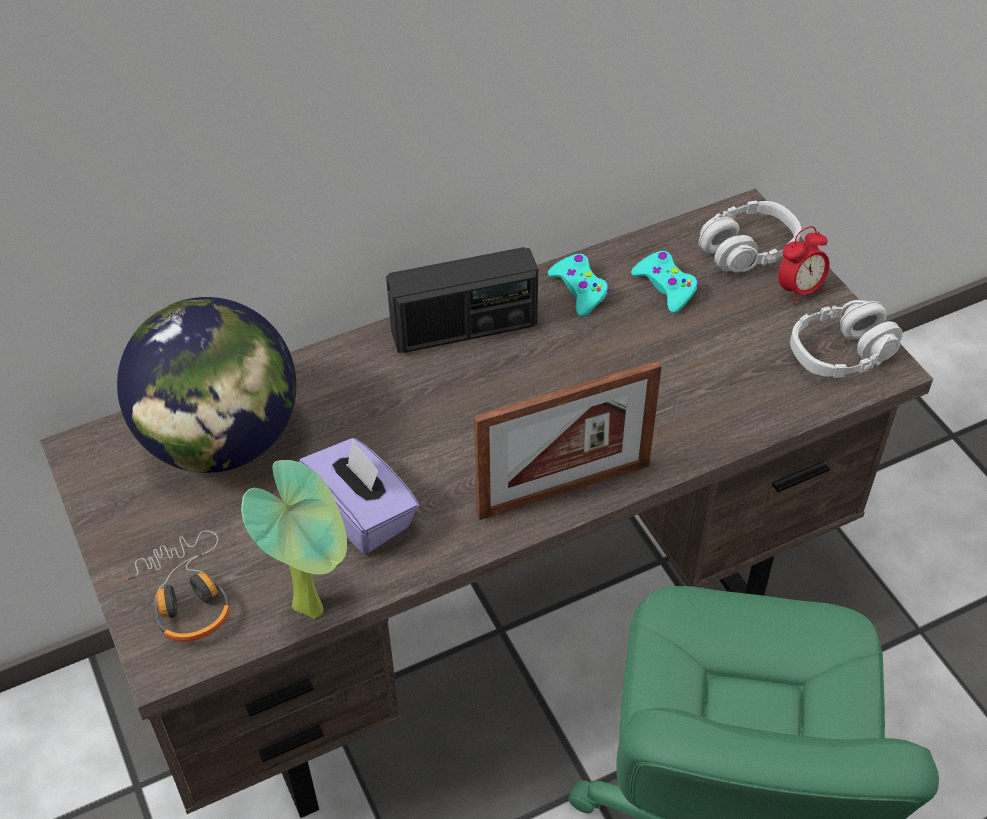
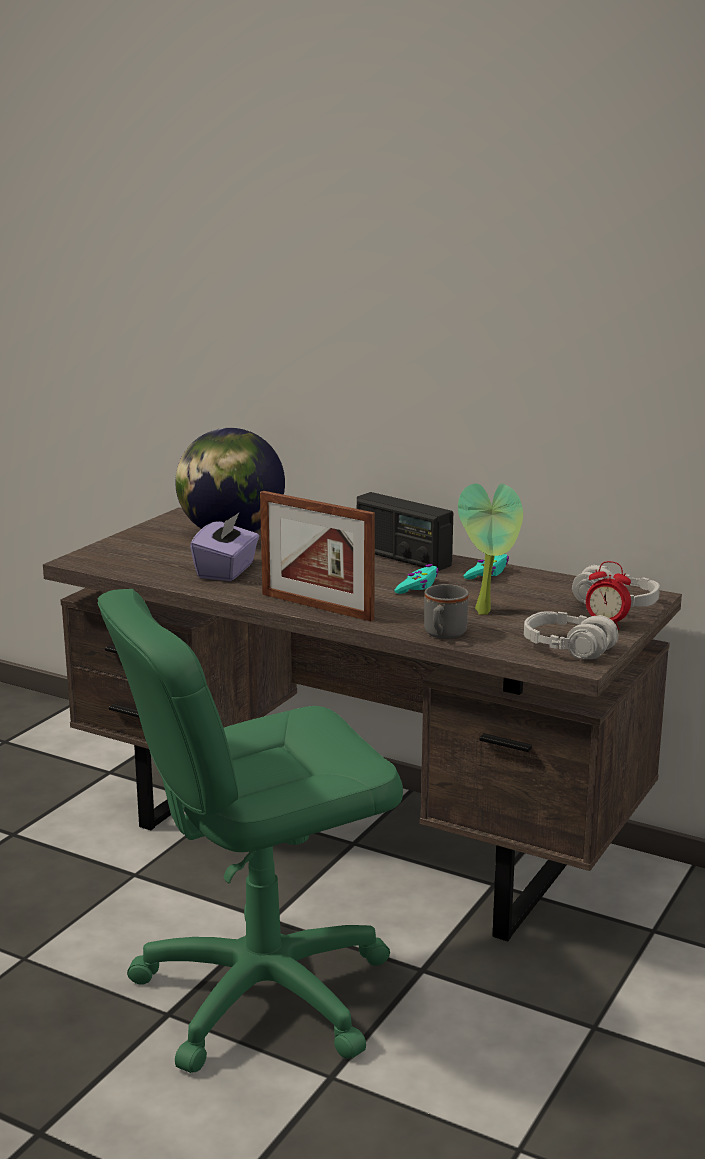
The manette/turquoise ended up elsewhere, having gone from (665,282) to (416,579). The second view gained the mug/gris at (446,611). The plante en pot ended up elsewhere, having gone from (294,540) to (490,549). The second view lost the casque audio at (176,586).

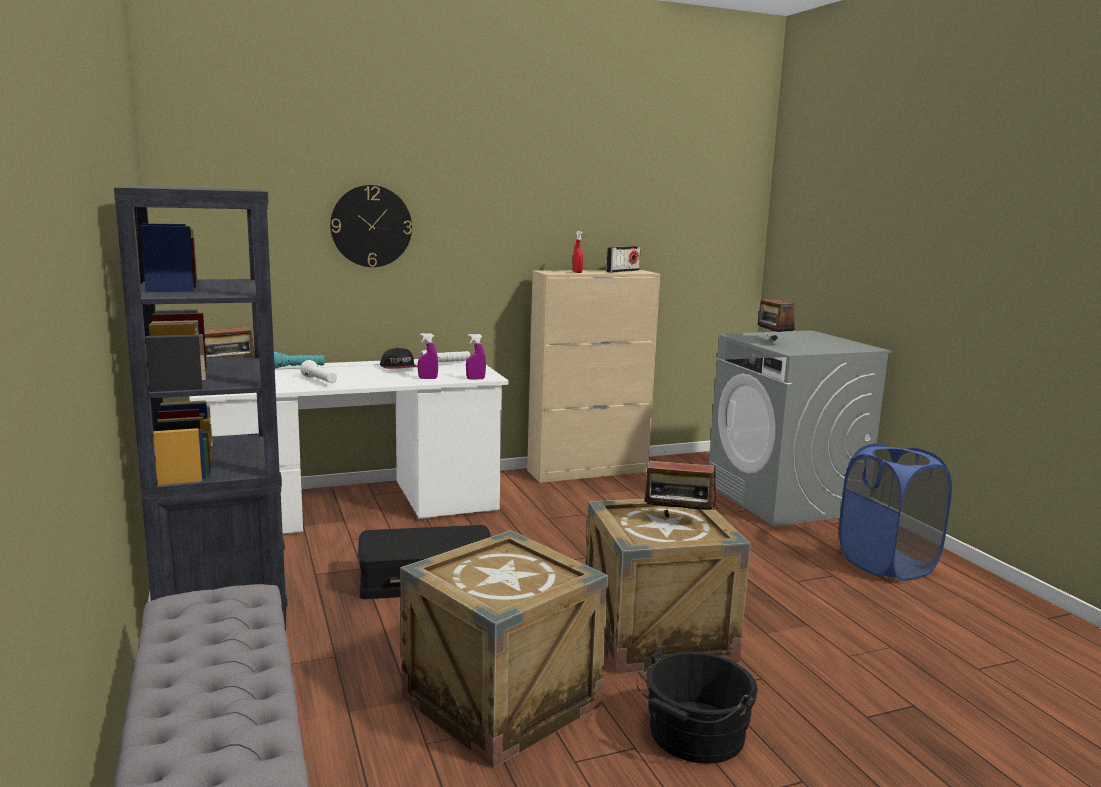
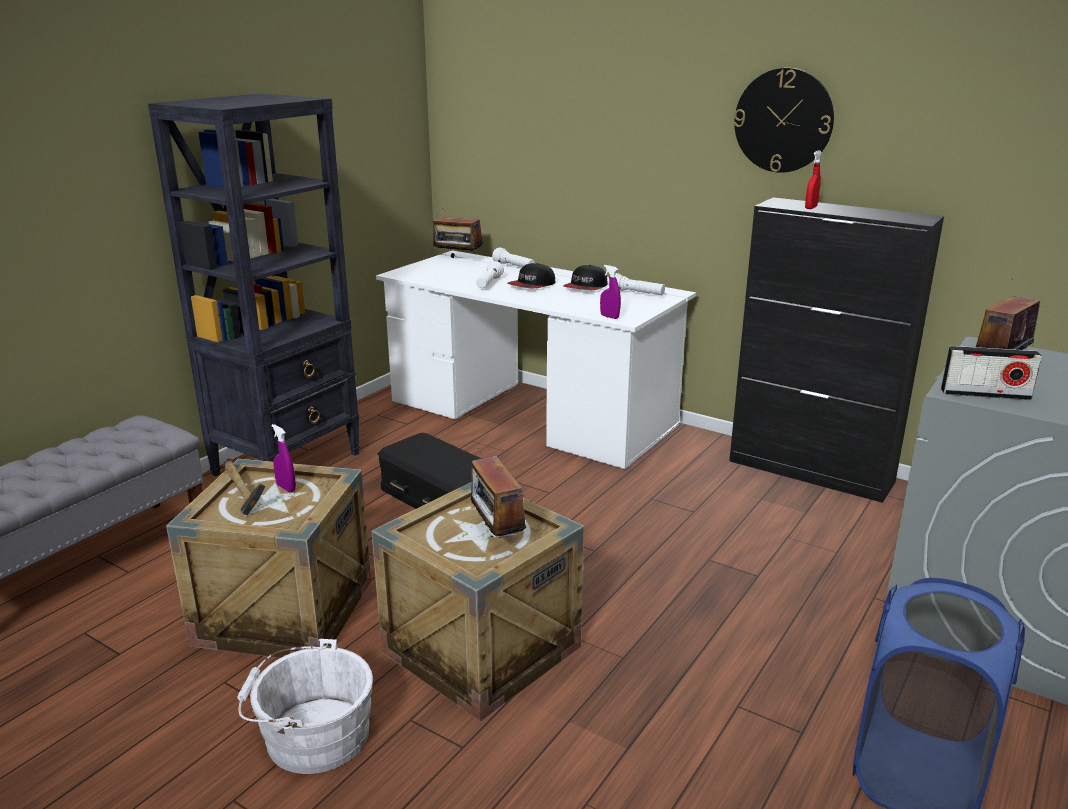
The second view gained the marteau at (244,486). What was the seau/noir at (697,706) turned into the seau/blanc at (305,706). The vaporisateur/violet ended up elsewhere, having gone from (428,356) to (283,458). What was the lampe de poche/turquoise at (299,360) turned into the lampe de poche/blanc at (513,257). The second view gained the casquette at (531,275). What was the meuble de rangement/beige at (593,376) turned into the meuble de rangement/noir at (836,350). The horloge murale ended up elsewhere, having gone from (371,226) to (784,120). The radio ended up elsewhere, having gone from (623,259) to (991,373).

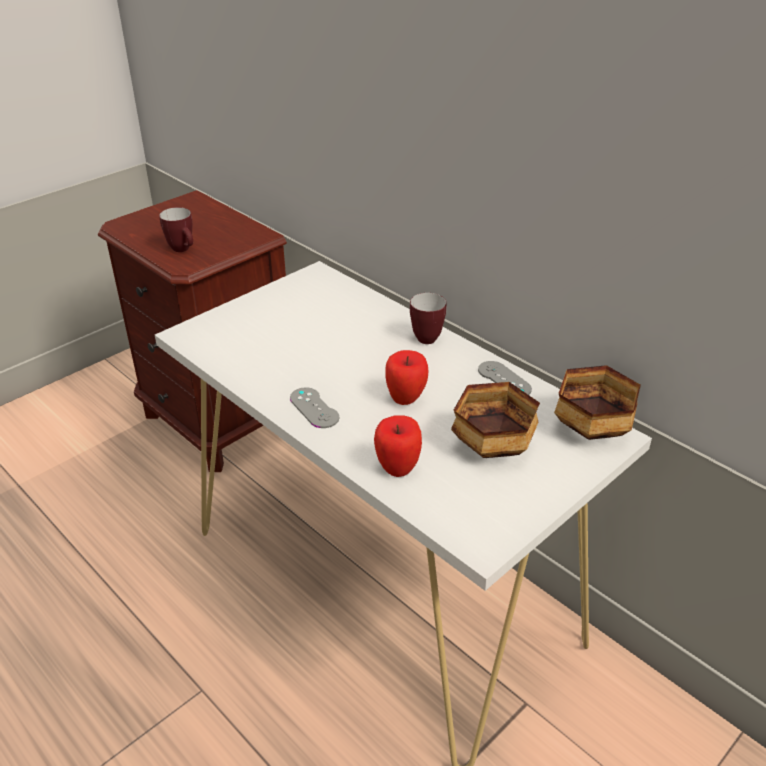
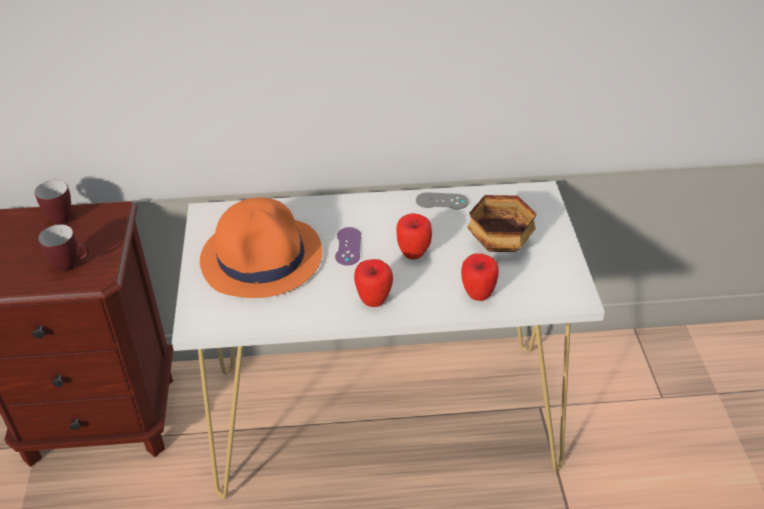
The mug ended up elsewhere, having gone from (428,318) to (53,202). The second view gained the chapeau/orange at (261,247). The second view gained the manette/violet at (348,246). Where the manette/gris stood at (314,407), the pomme came to stand at (373,283). The second view lost the bol at (597,402).

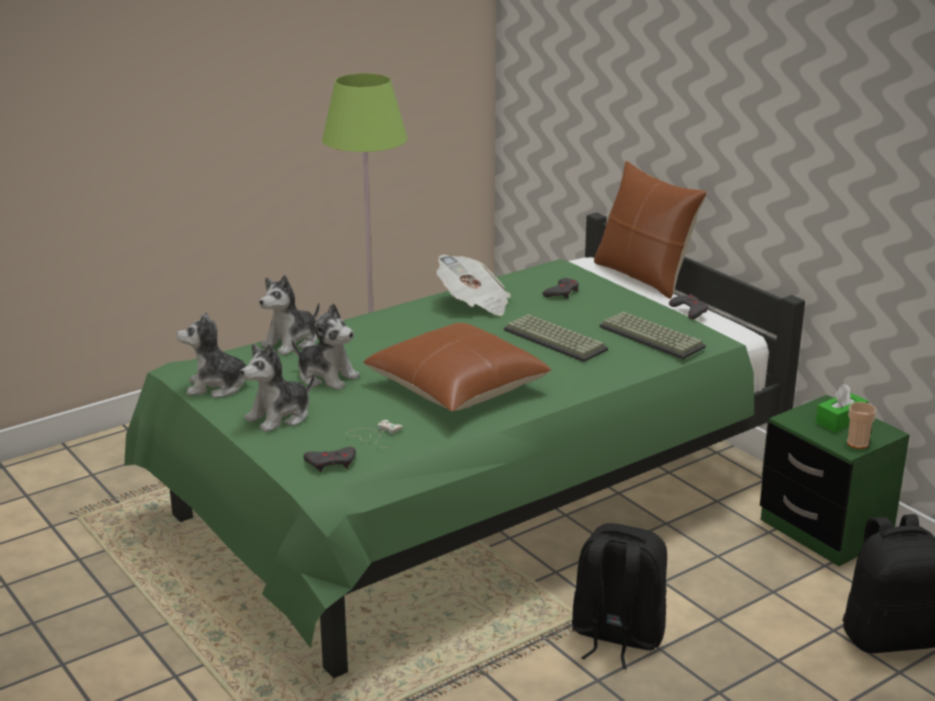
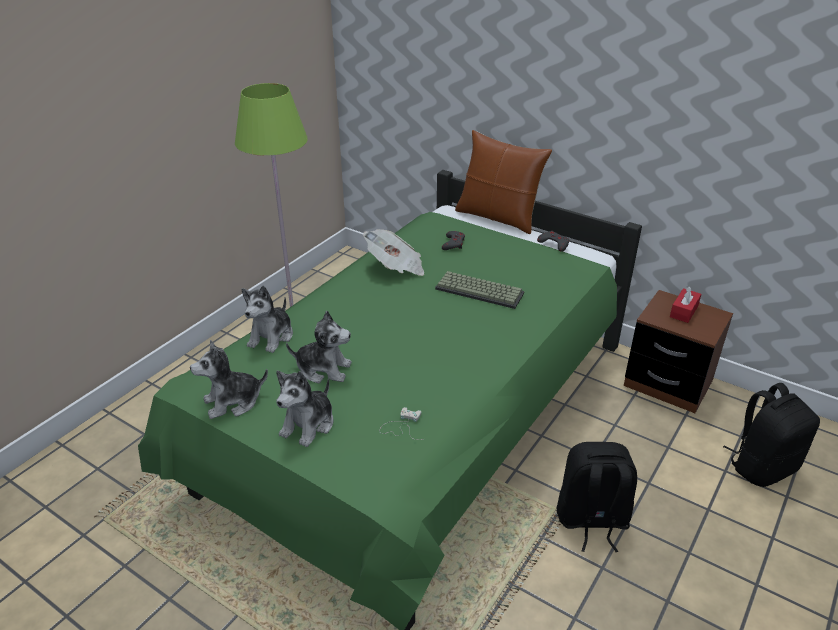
What was the table de chevet/vert at (835,480) turned into the table de chevet/marron at (678,351). What was the boîte à mouchoirs/vert at (842,408) turned into the boîte à mouchoirs/rouge at (685,304). The second view lost the manette/gris at (329,459). The second view lost the coussin/marron at (457,367). The second view lost the clavier at (653,335). The second view lost the tasse at (861,425).

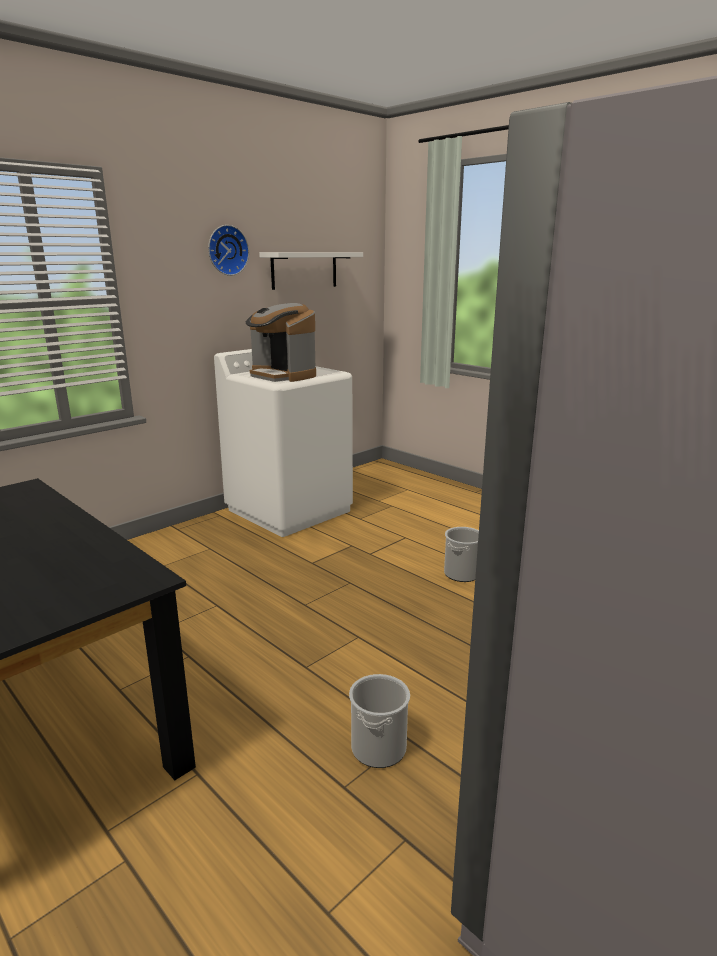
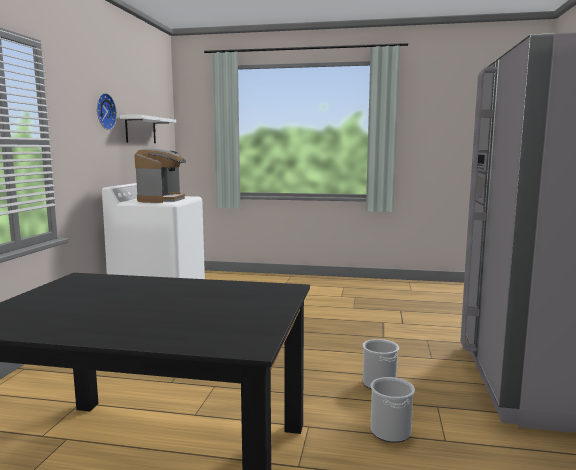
The machine à café at (281,342) ended up facing another way, 90 degrees counterclockwise from before. The seau ended up elsewhere, having gone from (461,554) to (393,410).

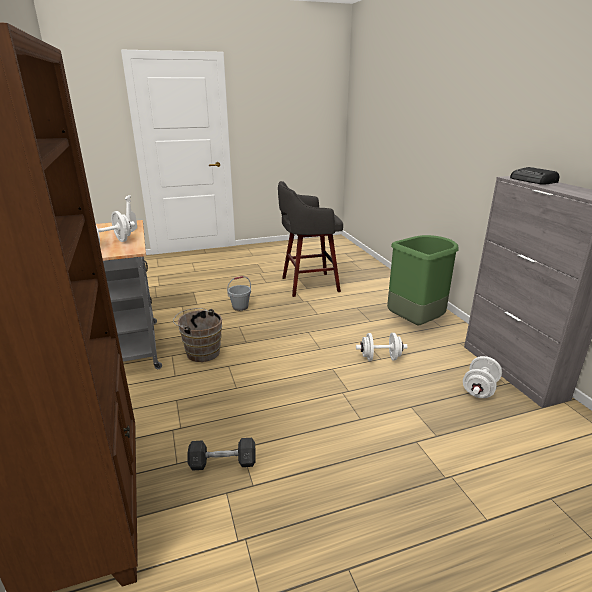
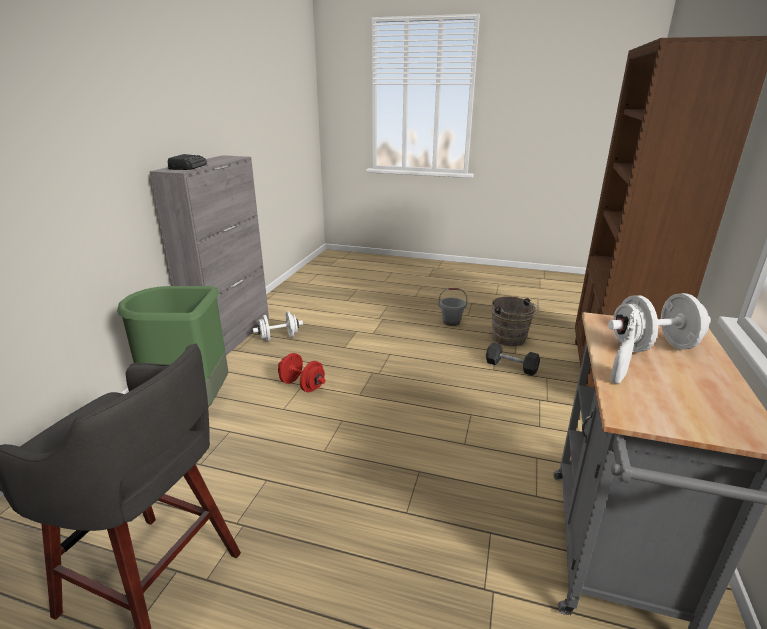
What was the haltère/blanc at (382,347) turned into the haltère/rouge at (302,372). The seau/gris ended up elsewhere, having gone from (239,293) to (452,307). The seau/marron ended up elsewhere, having gone from (197,335) to (515,321).

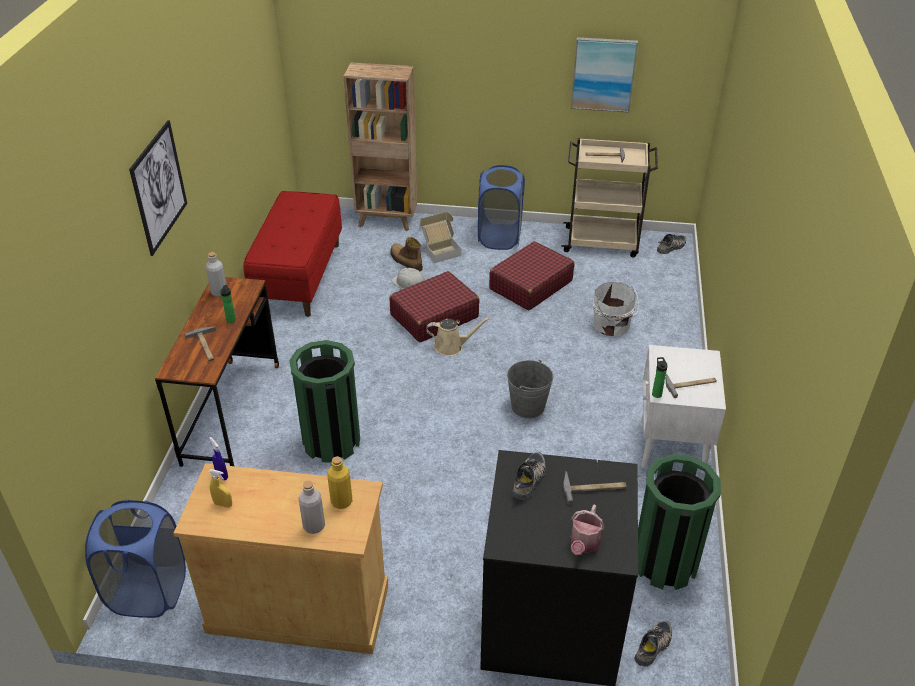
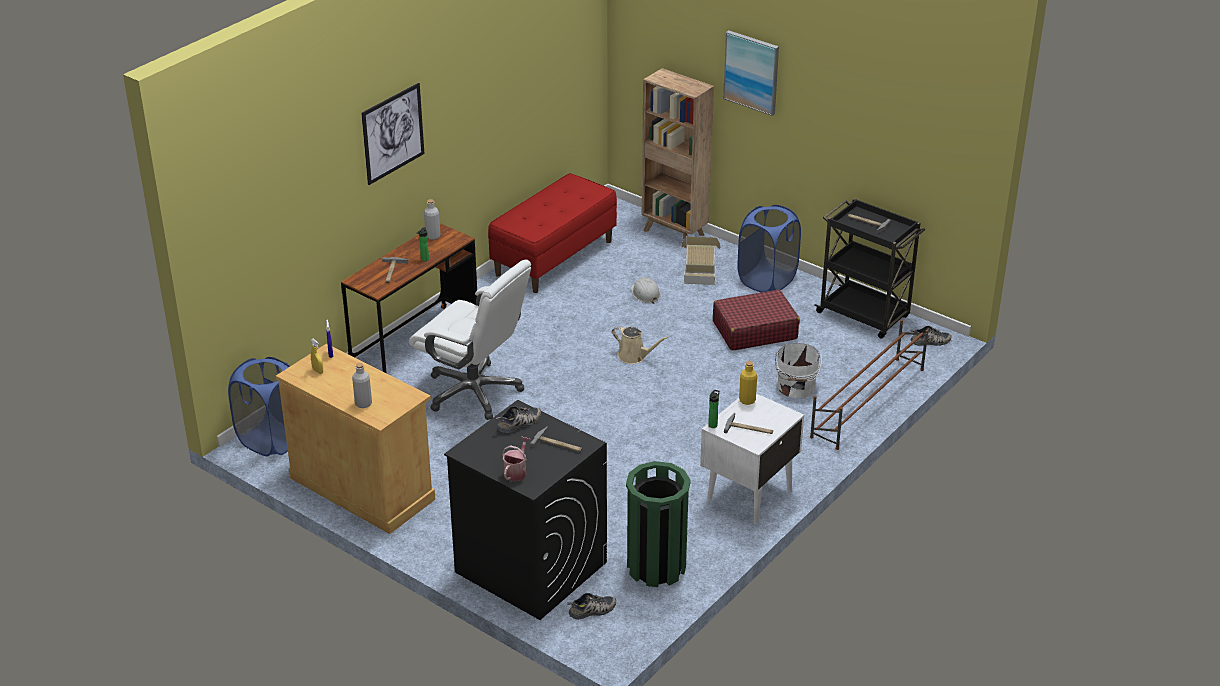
Where the poubelle/vert stood at (324,401), the chaise de bureau/blanc came to stand at (470,340). The arrosoir at (588,530) ended up facing another way, 150 degrees clockwise from before. The tableau ended up elsewhere, having gone from (604,75) to (751,73). The bouteille/jaune ended up elsewhere, having gone from (339,482) to (748,383). The second view gained the étagère à chaussures/marron at (869,385). What was the chariot/beige at (609,198) turned into the chariot/noir at (869,268). The second view lost the botte at (406,254). The second view lost the valise/rouge at (435,306). The second view lost the seau/gris at (530,389).

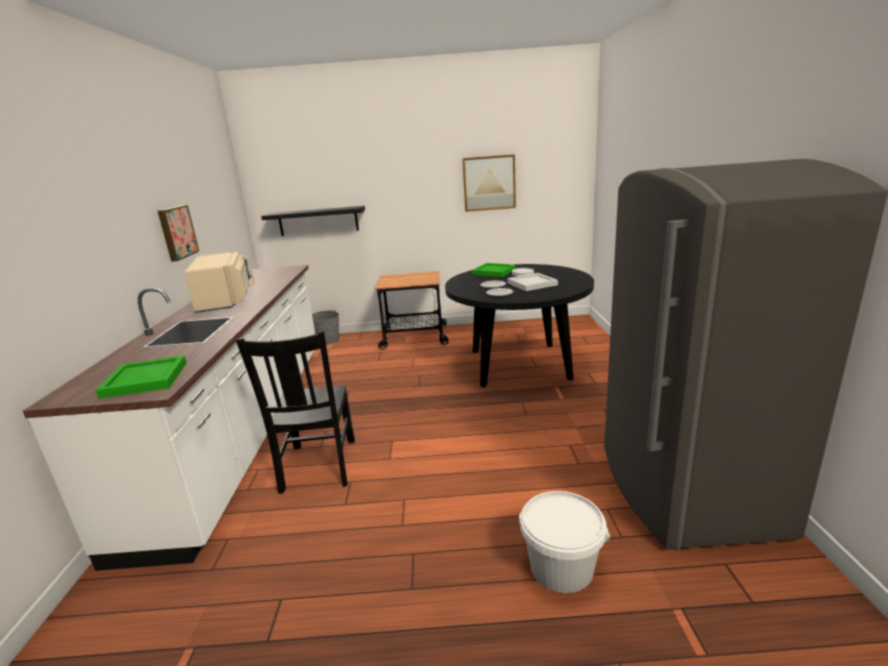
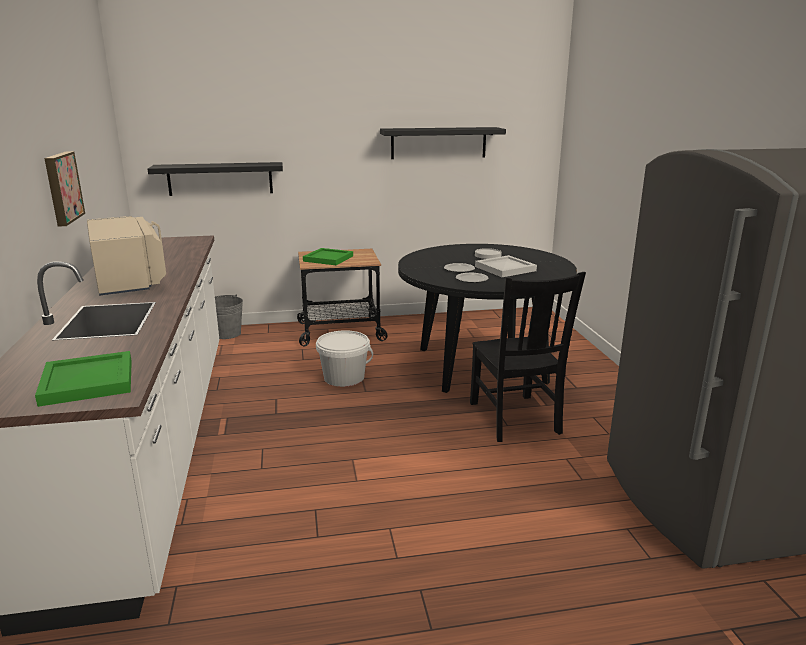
The plateau/vert ended up elsewhere, having gone from (493,270) to (328,256). The seau/blanc ended up elsewhere, having gone from (564,542) to (344,358). Where the tableau hung at (489,183), the étagère/noir came to hang at (443,143). The chaise/noir ended up elsewhere, having gone from (295,412) to (528,357).

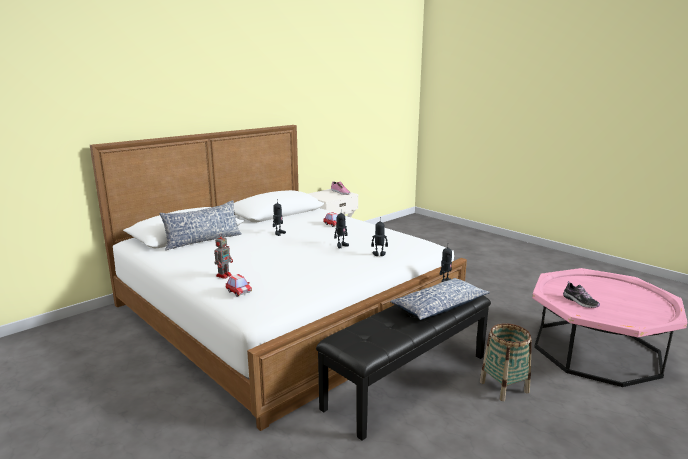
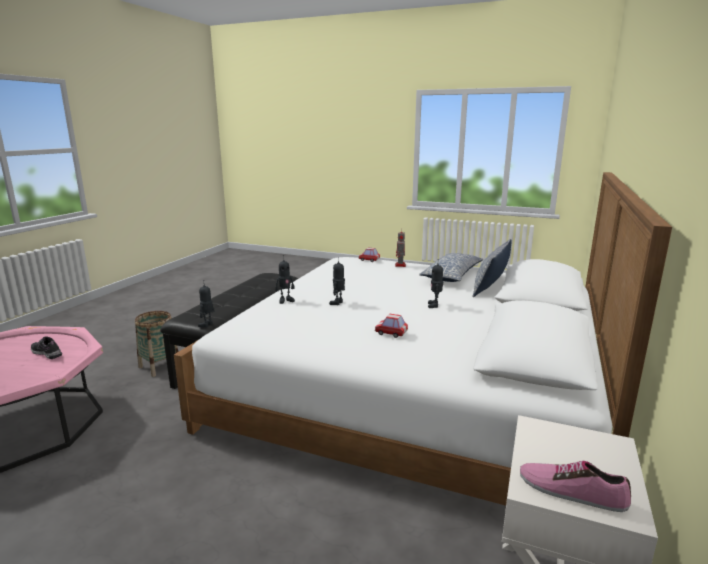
The coussin ended up elsewhere, having gone from (440,299) to (451,267).

